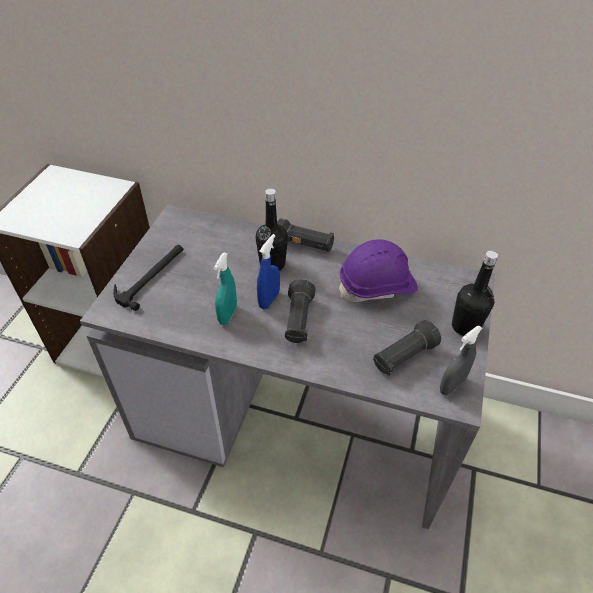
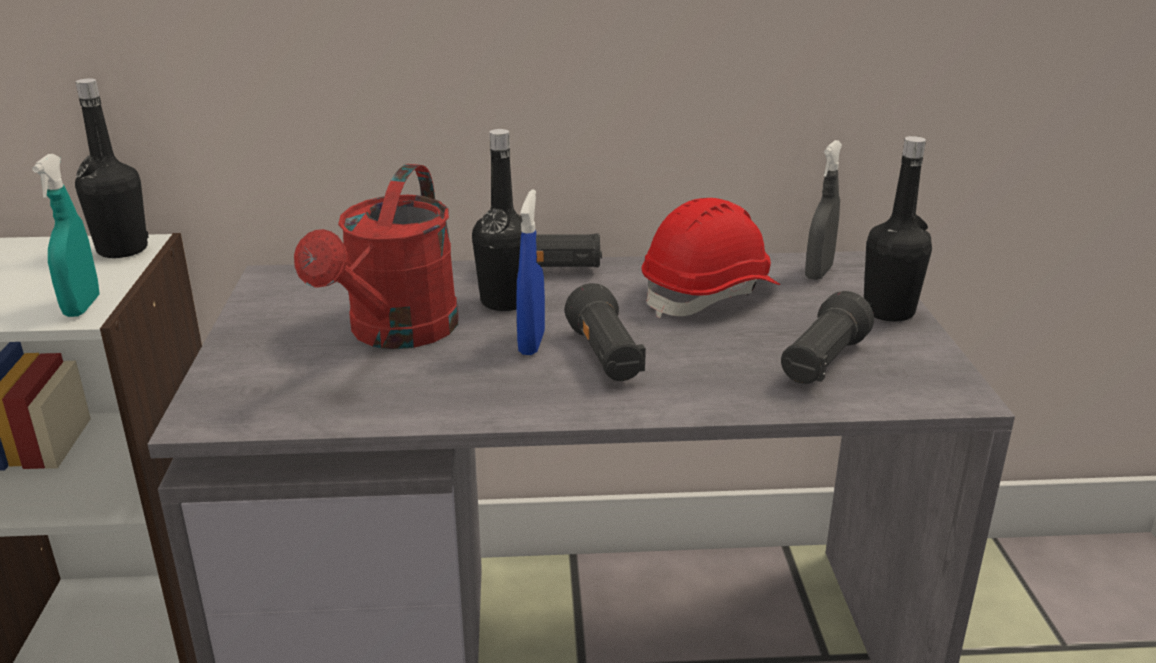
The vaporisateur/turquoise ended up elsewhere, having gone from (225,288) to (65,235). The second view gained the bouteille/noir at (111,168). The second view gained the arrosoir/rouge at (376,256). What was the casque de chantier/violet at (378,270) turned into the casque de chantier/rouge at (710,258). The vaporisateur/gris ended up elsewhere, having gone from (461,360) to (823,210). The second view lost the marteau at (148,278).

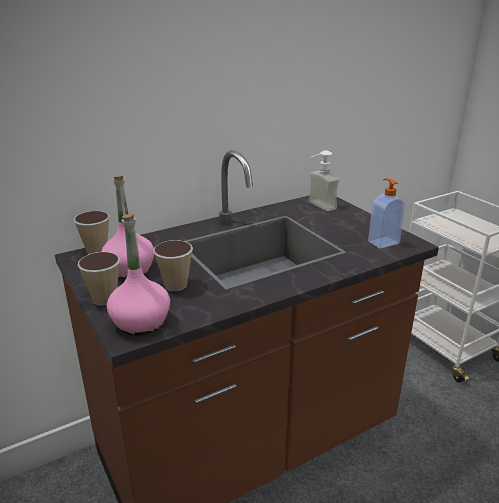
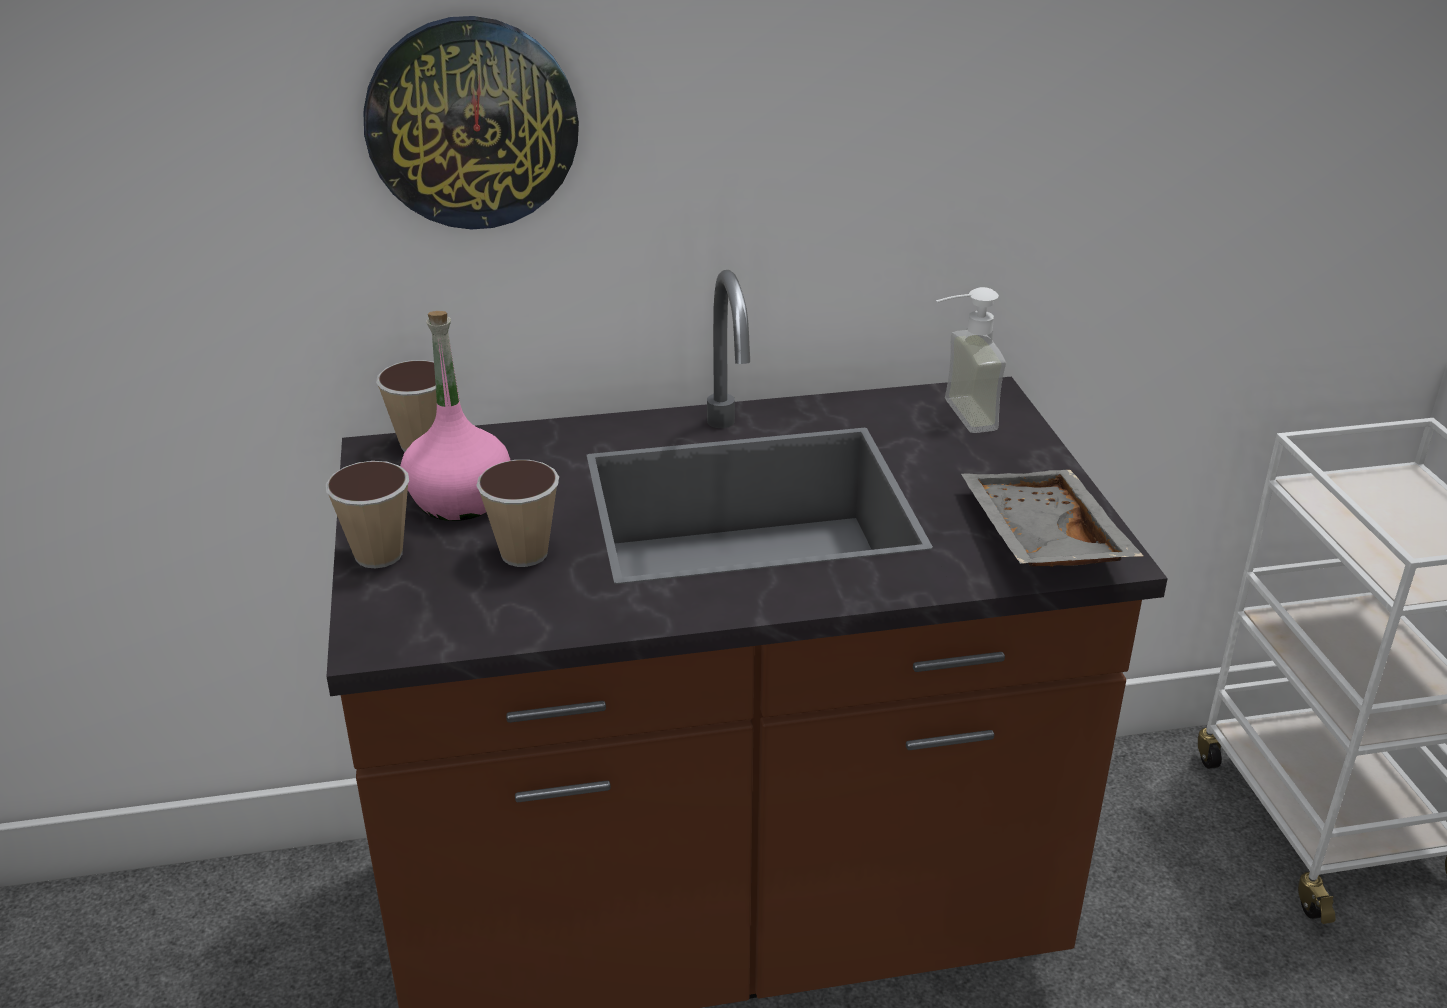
The second view gained the horloge murale at (471,122). Where the distributeur de savon stood at (386,213), the plateau/gris came to stand at (1052,518). The second view lost the bouteille/rose at (138,275).

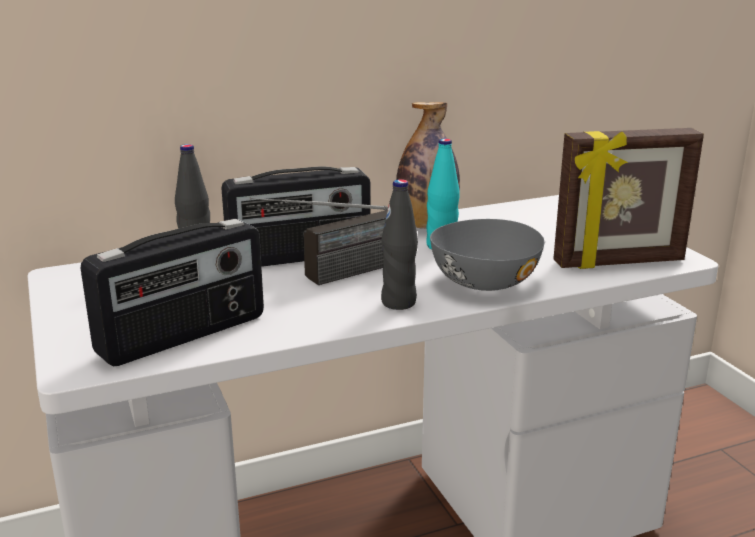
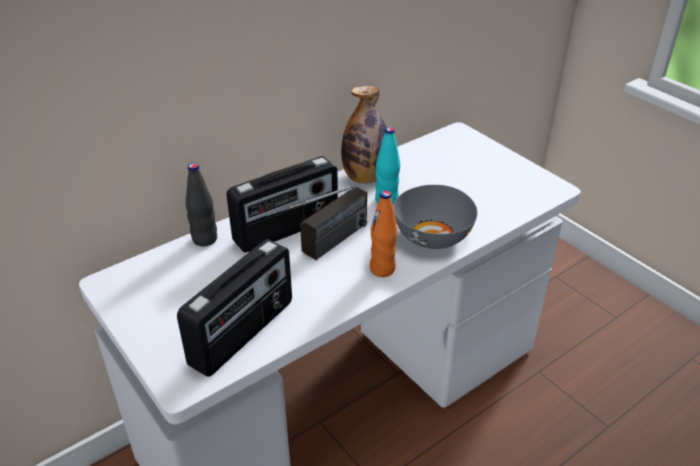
What was the bouteille/noir at (399,244) turned into the bouteille/orange at (384,234). The second view lost the cadre photo at (628,198).

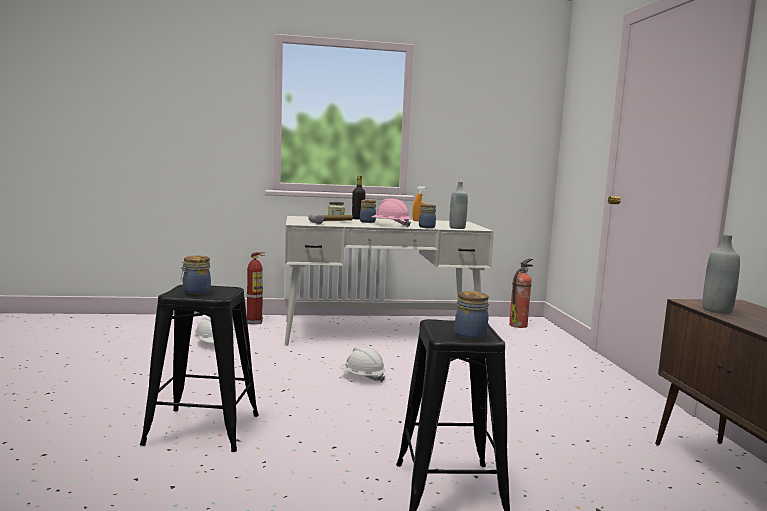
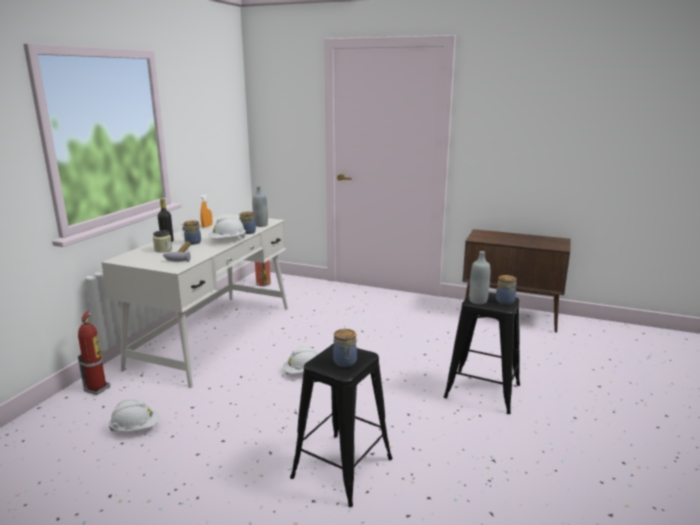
What was the casque de chantier/rose at (391,213) turned into the casque de chantier/blanc at (227,226). The bouteille/gris ended up elsewhere, having gone from (721,274) to (479,277).

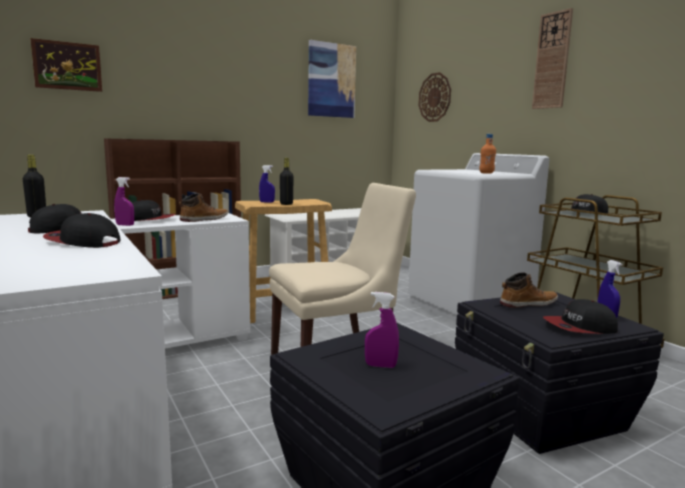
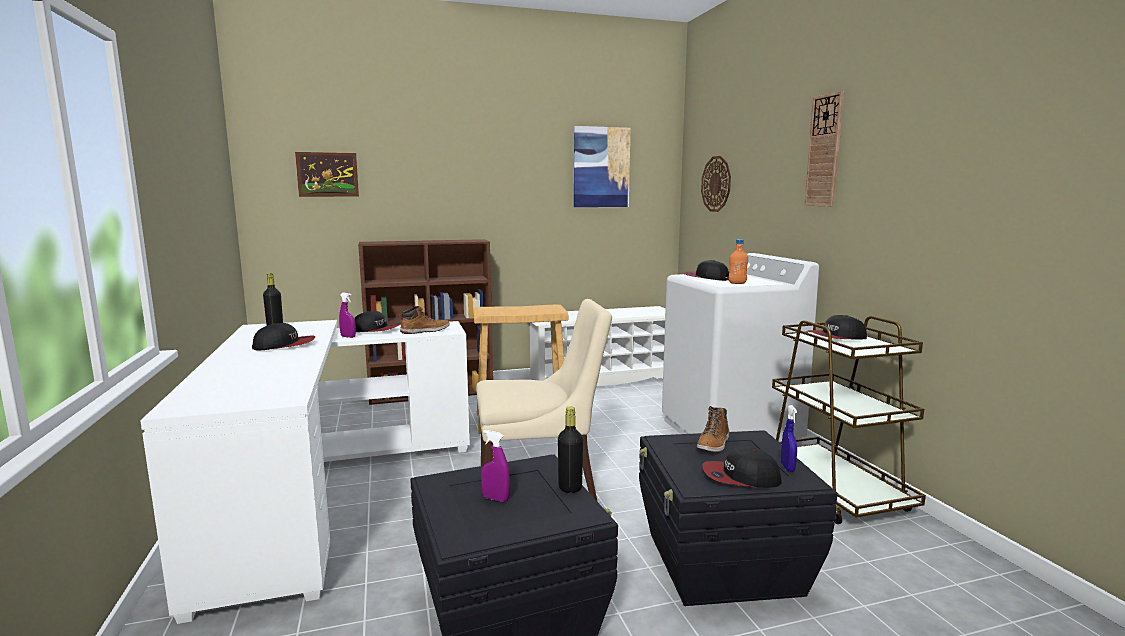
The bouteille/noir ended up elsewhere, having gone from (287,181) to (570,449). The casquette ended up elsewhere, having gone from (81,230) to (706,270). The botte at (529,290) ended up facing another way, 120 degrees clockwise from before. The second view lost the vaporisateur/bleu at (267,184).

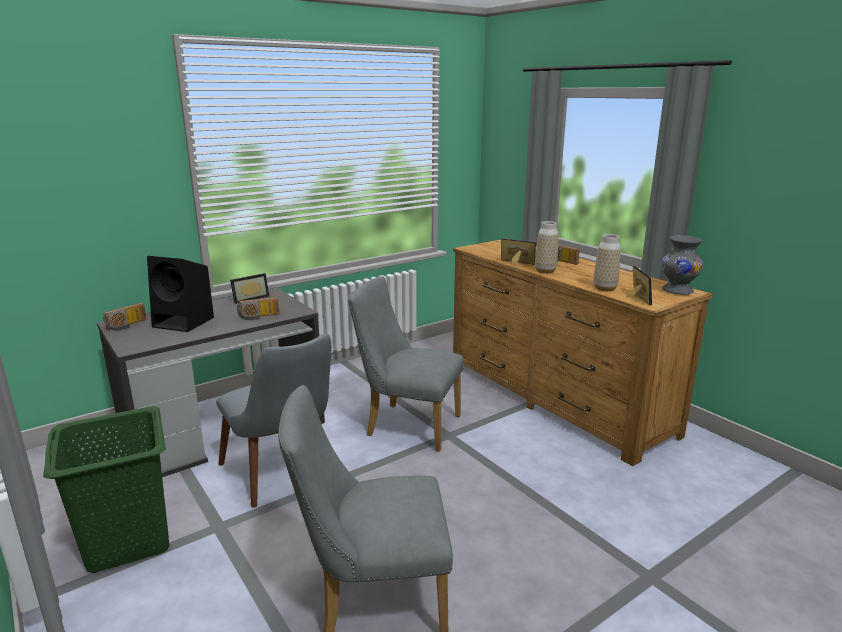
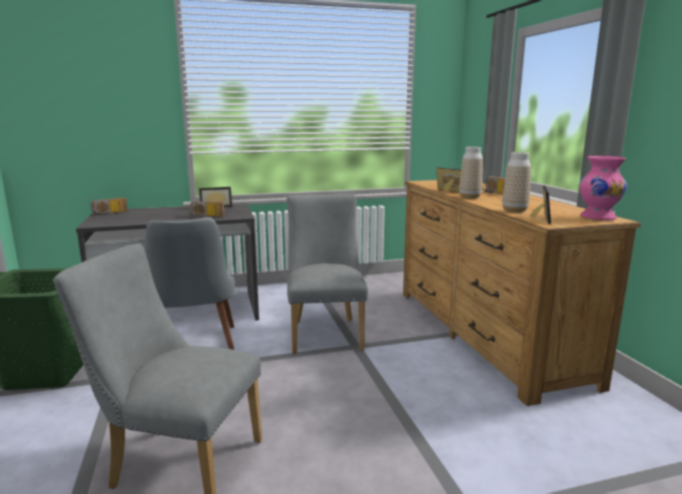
The chaise/gris at (406,364) ended up facing another way, 45 degrees clockwise from before. What was the vase/gris at (682,265) turned into the vase/rose at (603,188). The second view lost the enceinte/noir at (180,294).

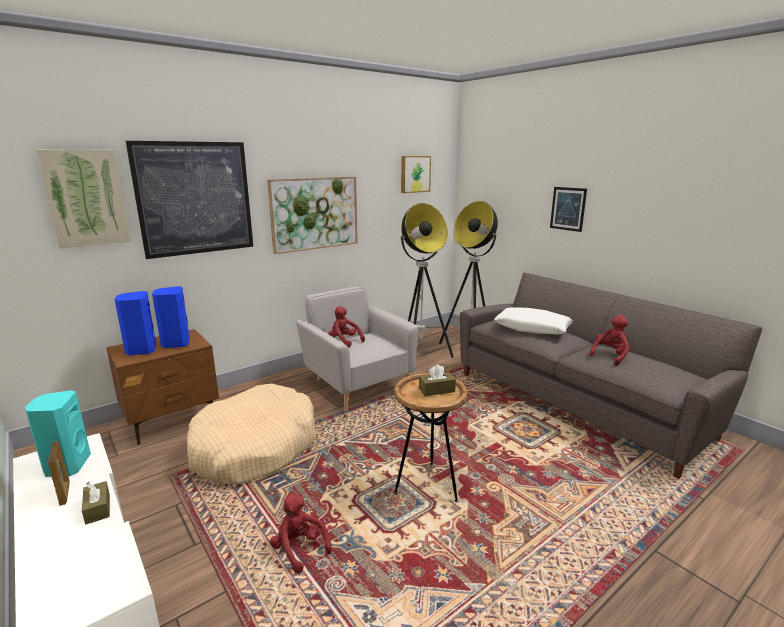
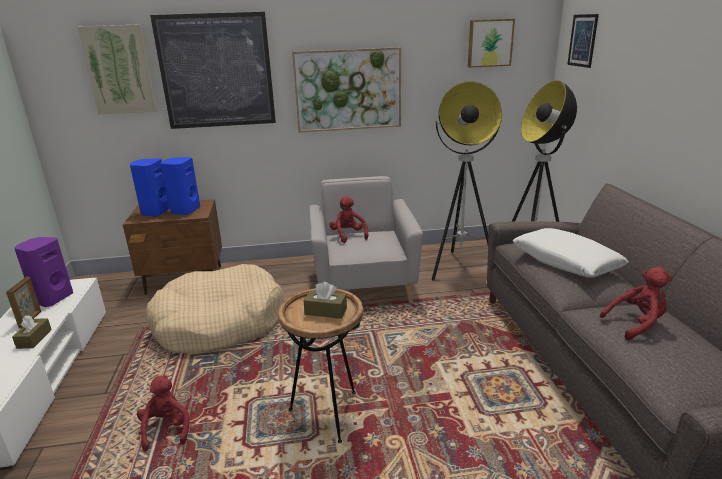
What was the enceinte/turquoise at (58,433) turned into the enceinte/violet at (43,272). The tableau ended up elsewhere, having gone from (568,209) to (583,41).

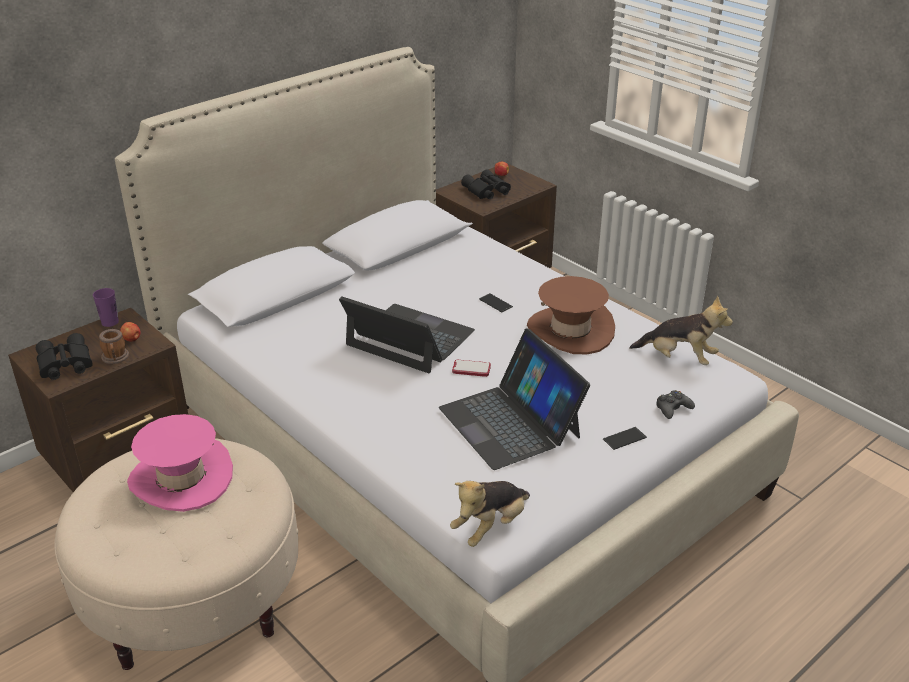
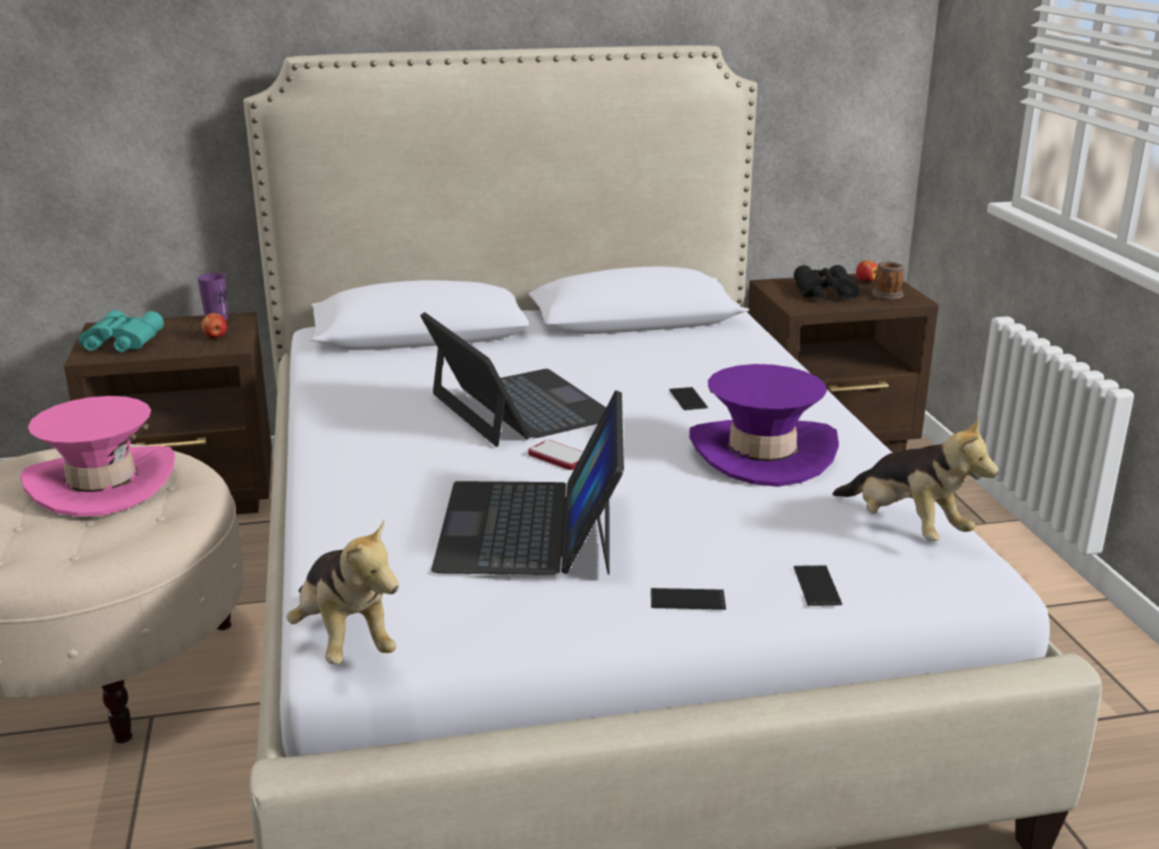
What was the jumelles/noir at (64,356) turned into the jumelles/turquoise at (121,331). The peluche at (490,514) ended up facing another way, 105 degrees counterclockwise from before. What was the chapeau/marron at (571,315) turned into the chapeau/violet at (764,425). Where the manette/noir stood at (675,404), the téléphone came to stand at (818,585). The mug ended up elsewhere, having gone from (114,346) to (888,281).

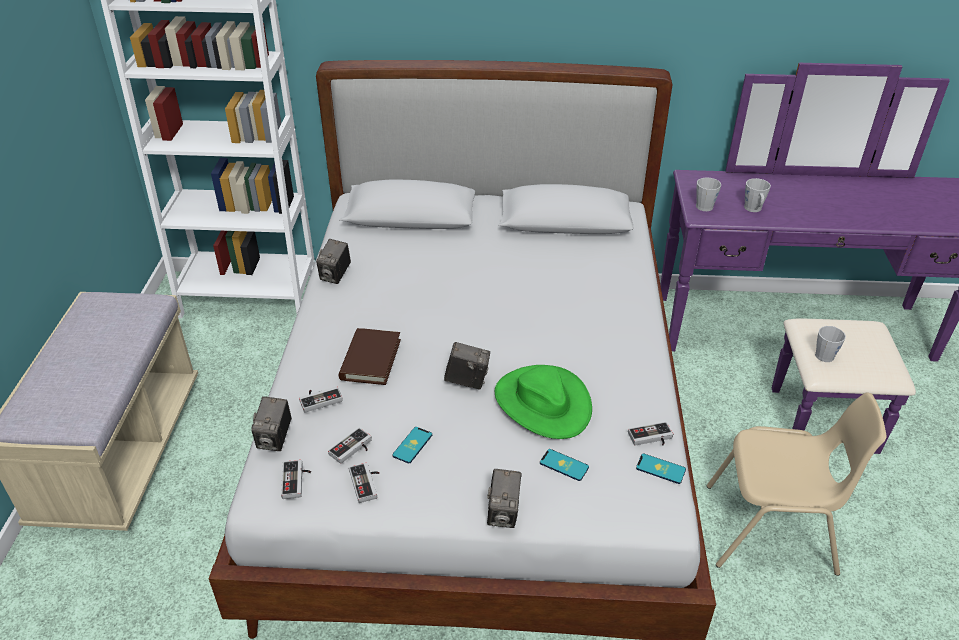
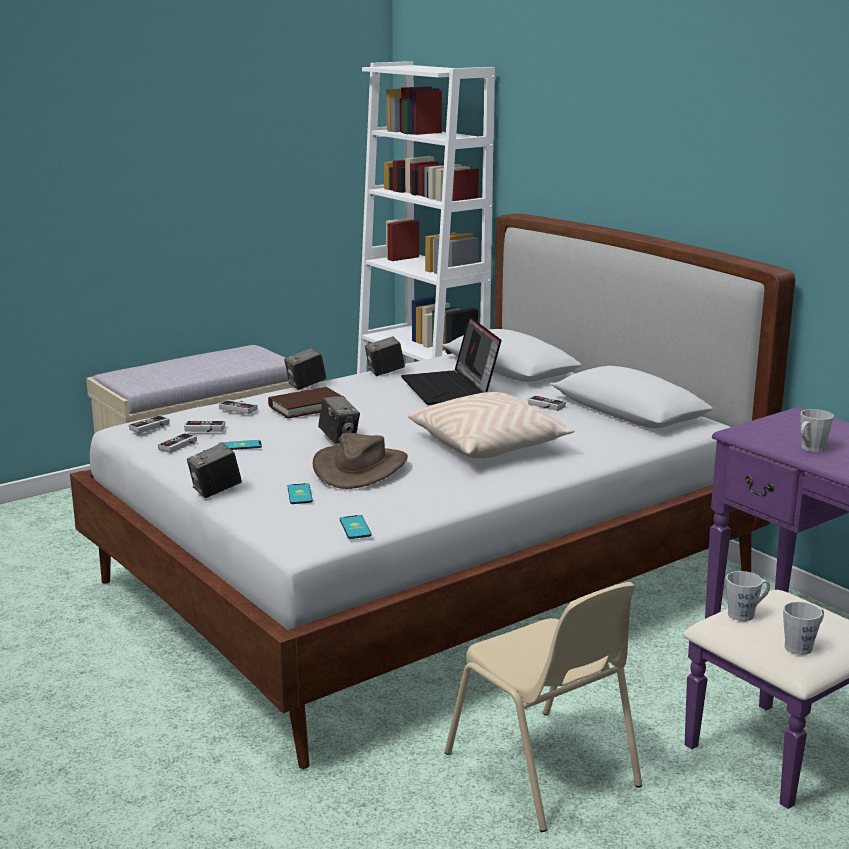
The appareil photo ended up elsewhere, having gone from (271,423) to (305,369). What was the chapeau/vert at (543,402) turned into the chapeau/marron at (360,461). The second view gained the ordinateur portable at (451,360). The second view gained the coussin/beige at (491,425). The manette ended up elsewhere, having gone from (650,434) to (547,403). The mug/gris ended up elsewhere, having gone from (708,194) to (803,628).

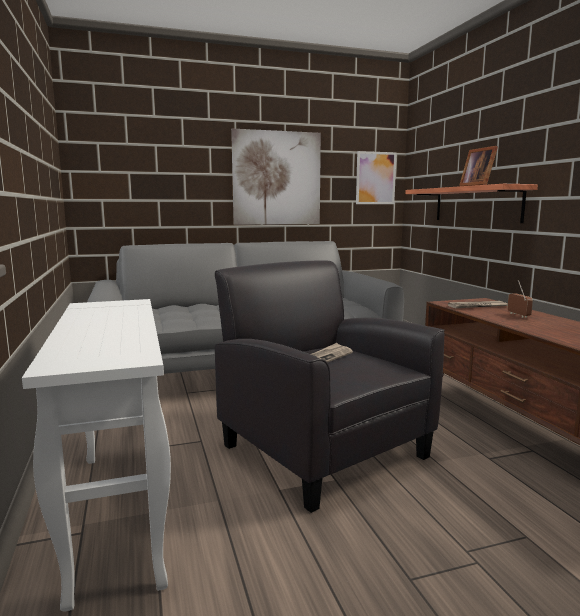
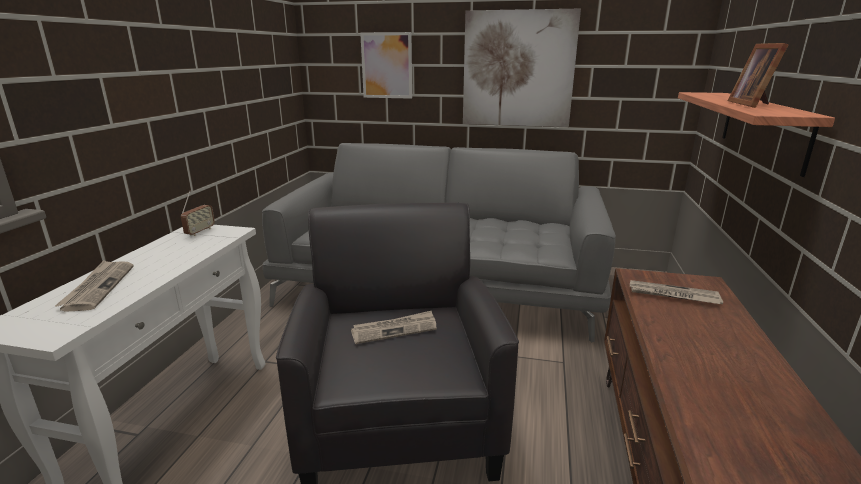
The second view gained the journal at (94,286). The radio ended up elsewhere, having gone from (520,299) to (198,213). The tableau ended up elsewhere, having gone from (376,177) to (386,65).

